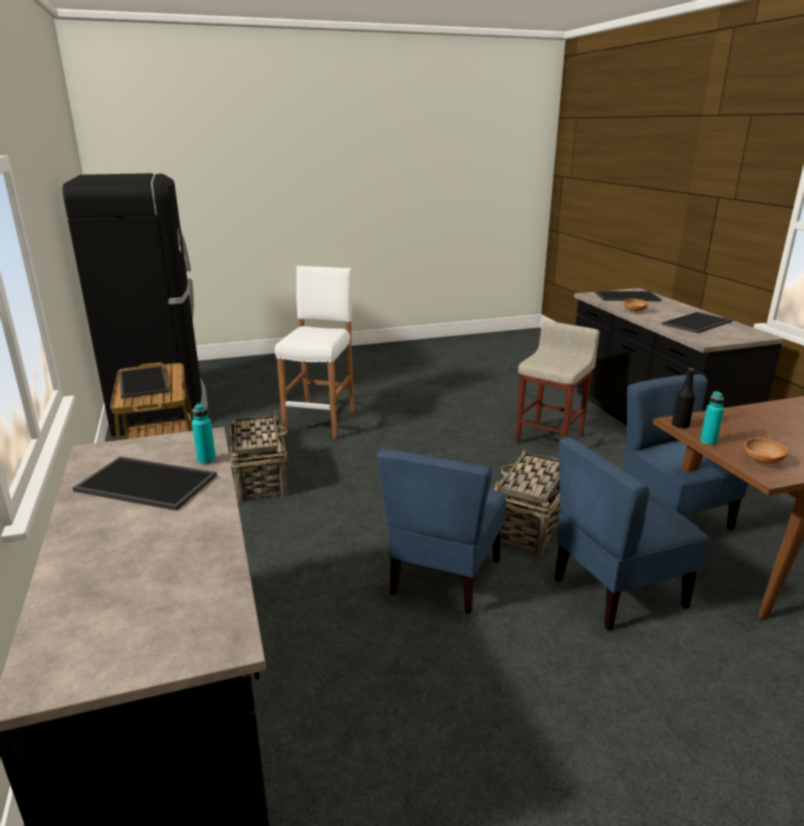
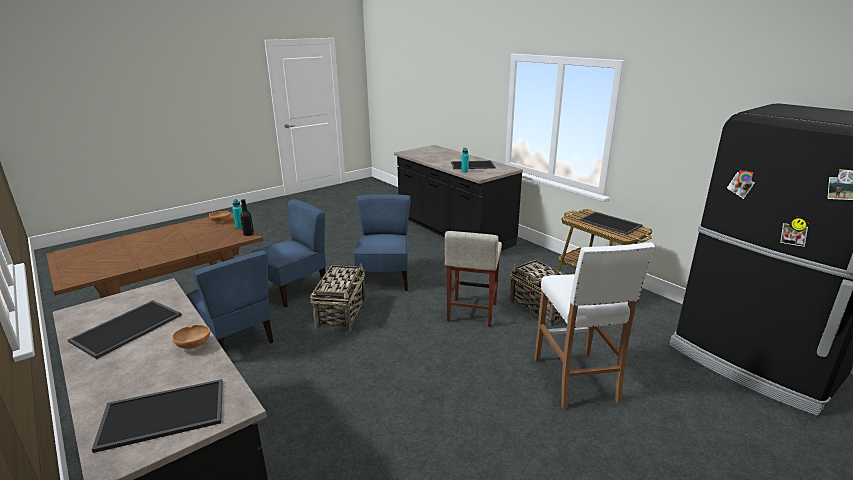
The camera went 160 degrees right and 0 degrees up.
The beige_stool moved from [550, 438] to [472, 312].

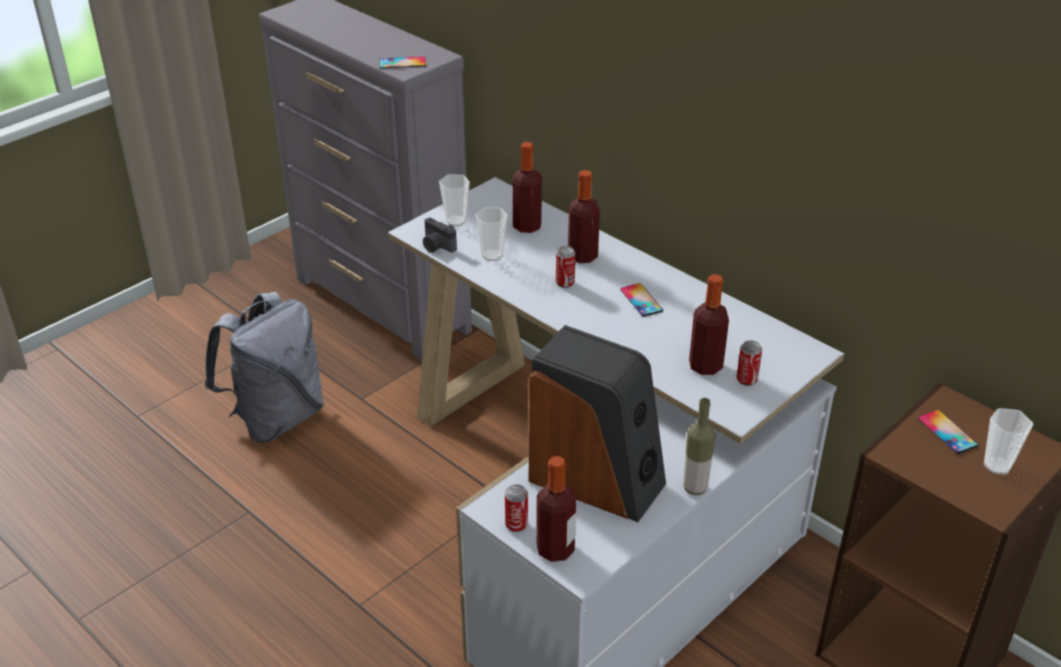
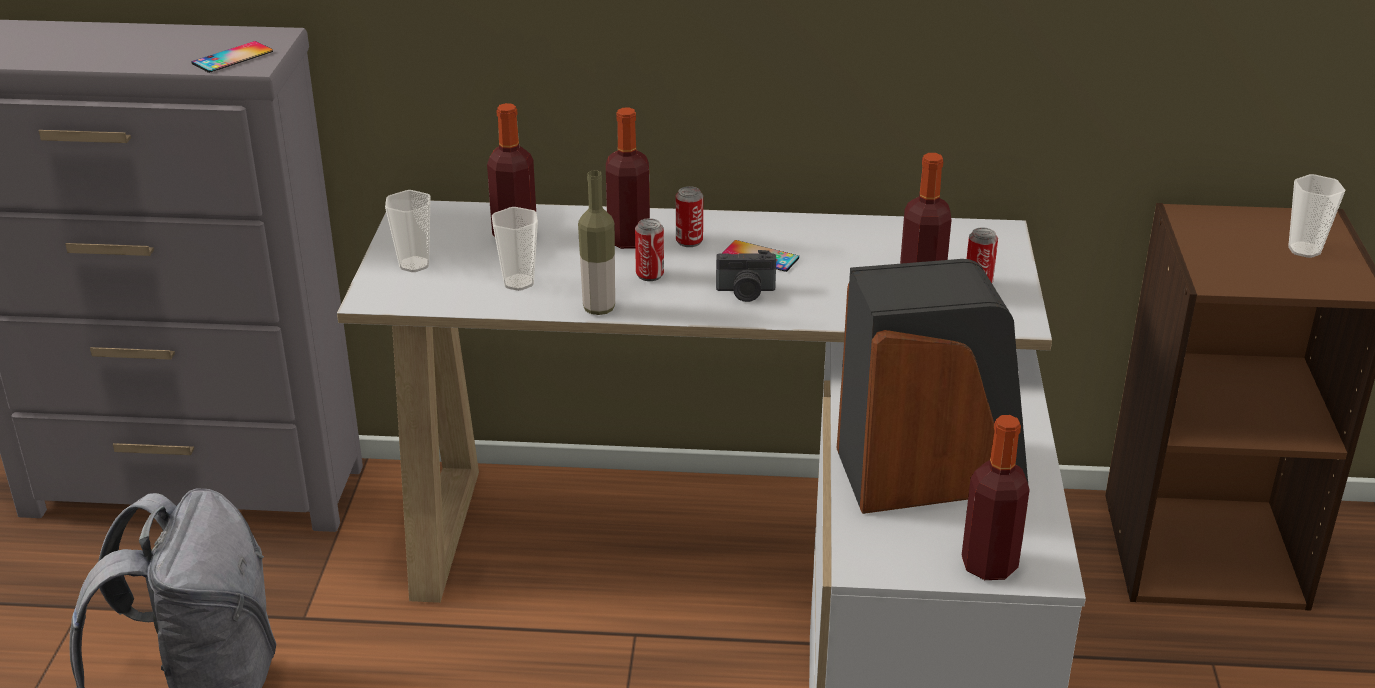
The camera went 40 degrees left and 5 degrees down.
The phone at [947, 432] disappeared.
The photo_camera moved from [437, 247] to [745, 292].
The can moved from [516, 524] to [689, 241].
The bottle moved from [695, 488] to [599, 308].

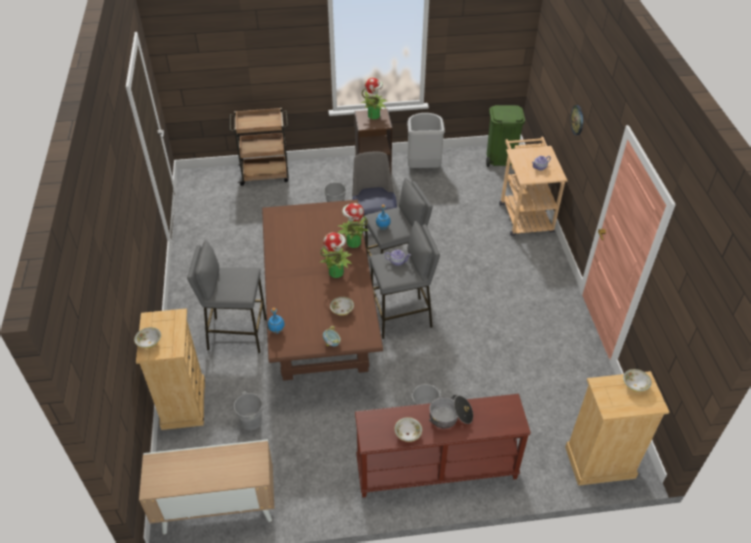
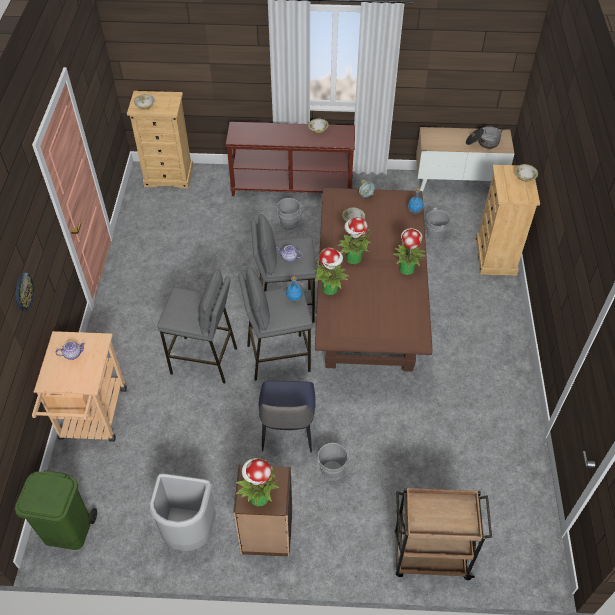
The camera went 170 degrees left and 5 degrees up.
The potted_plant at [406, 268] appeared.
The grey_stool moved from [237, 334] to [204, 360].
The cooking_pot moved from [450, 417] to [483, 142].

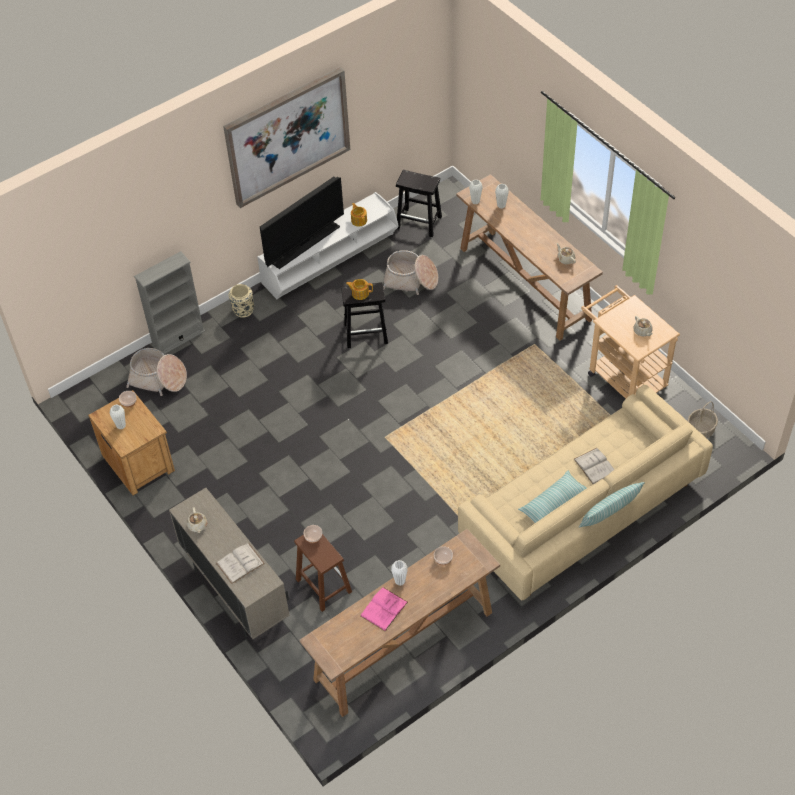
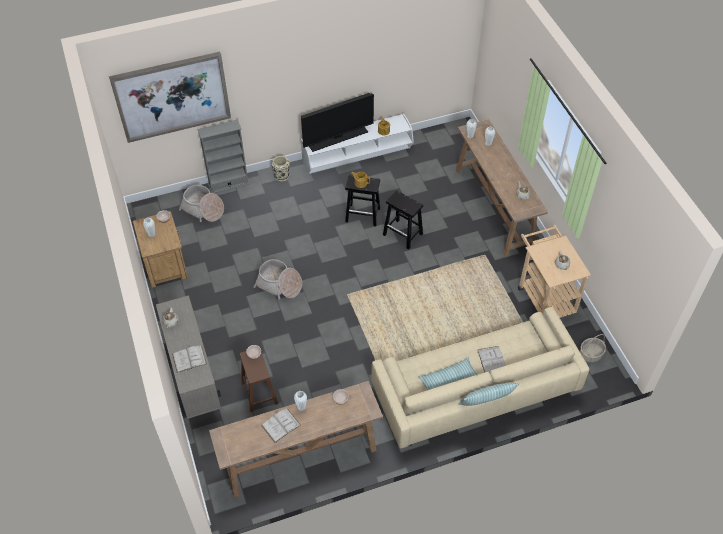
The camera went 15 degrees right and 0 degrees up.
The picture moved from [287, 136] to [172, 96].
The basket moved from [411, 280] to [279, 285].
The black_stool moved from [419, 222] to [403, 234].
The pink_book at [384, 609] became the white_book at [281, 425].

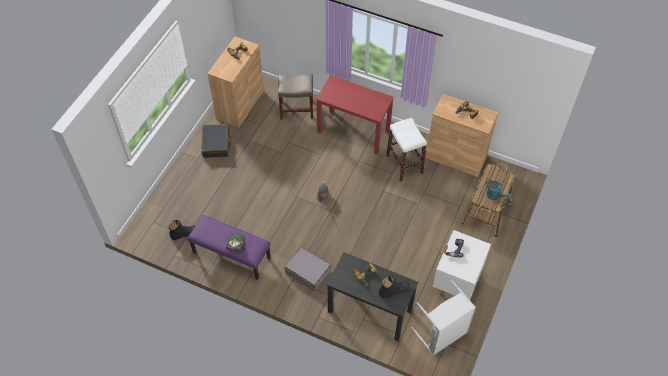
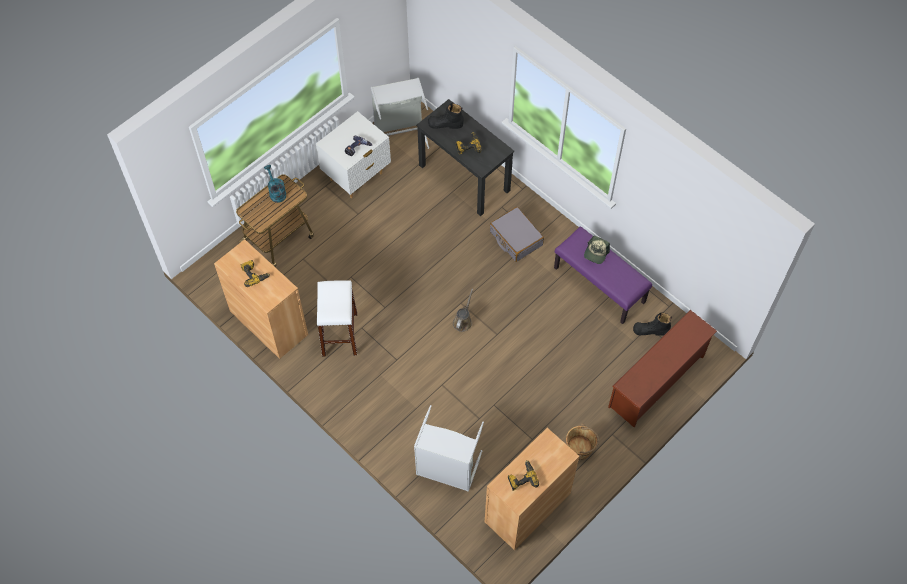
The camera went 160 degrees left and 5 degrees up.
The red_desk at [354, 131] disappeared.
The brown_shoe_rack at [657, 382] appeared.
The black_suitcase at [216, 144] was replaced by the brown_bucket at [580, 448].
The beige_stool at [297, 109] was replaced by the grey_laundry_basket at [447, 469].

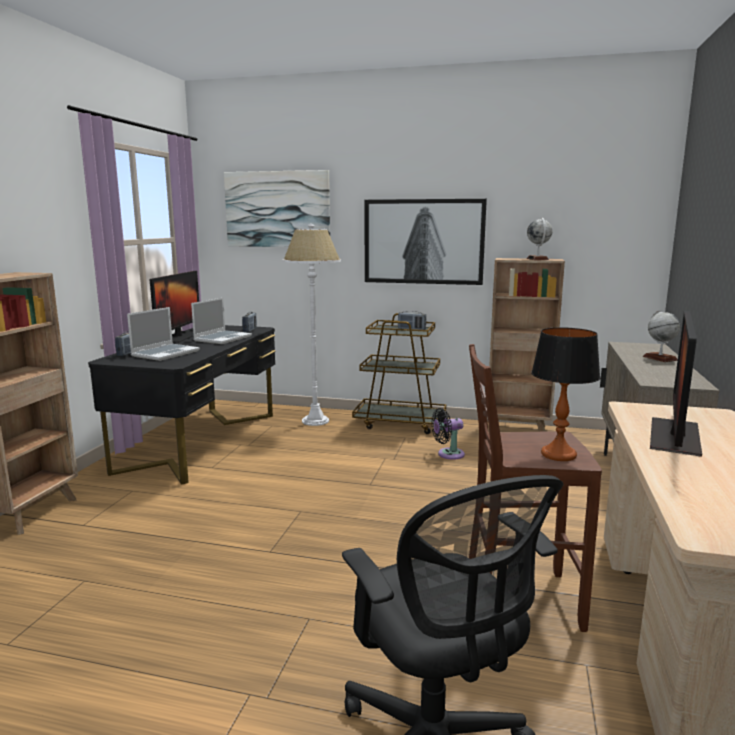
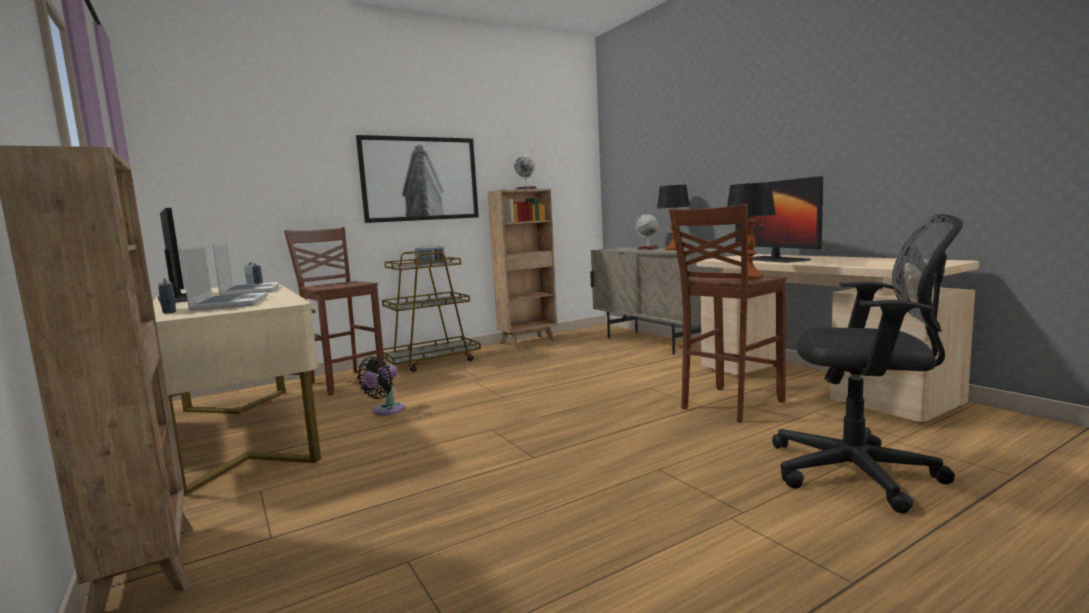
The camera went 45 degrees left and 5 degrees down.
The picture at [277, 209] disappeared.
The table_lamp at [674, 249] appeared.
The black_fan moved from [448, 454] to [385, 411].
The white_floor_lamp at [315, 421] was replaced by the brown_stool at [345, 382].
The black_desk at [201, 441] became the beige_desk at [243, 432].

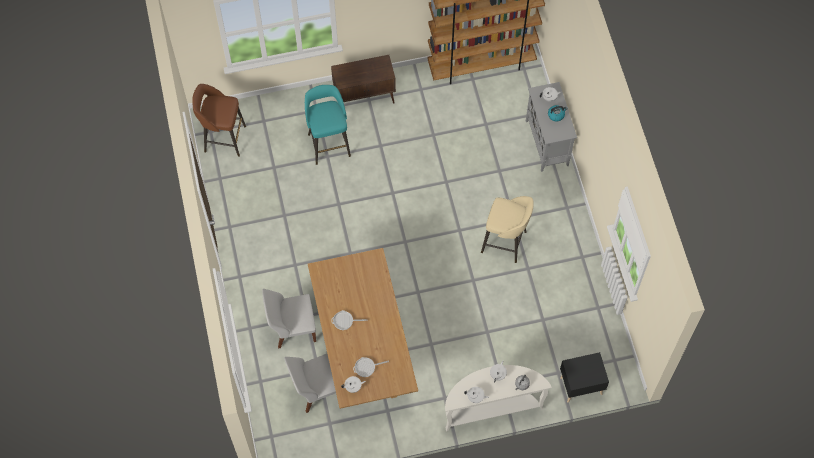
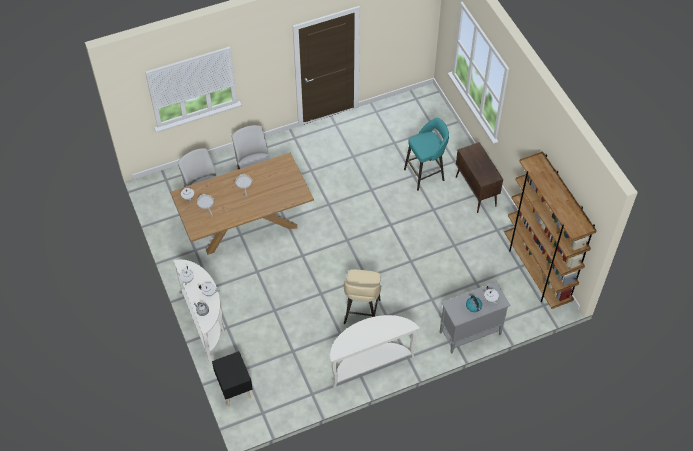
The camera went 80 degrees right and 10 degrees down.
The brown_stool at [223, 138] disappeared.
The white_console_table at [369, 363] appeared.

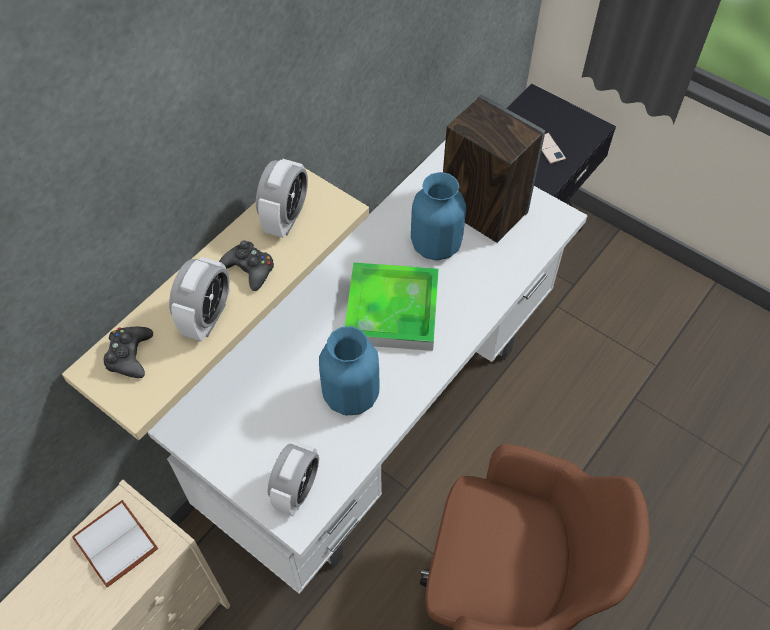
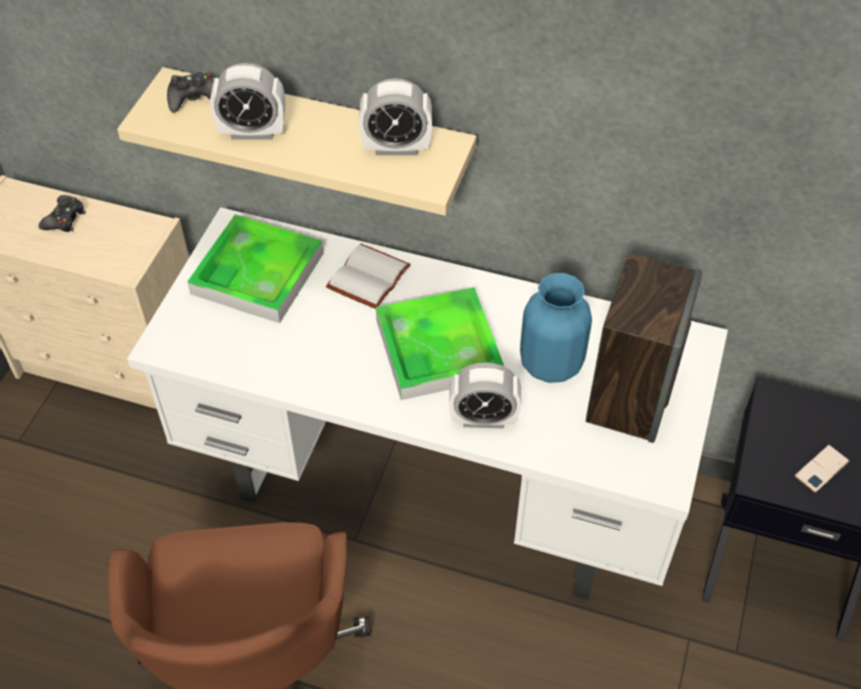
The camera went 70 degrees right and 5 degrees down.
The blue_vase at [351, 394] disappeared.
The tray at [257, 273] appeared.
The white_book moved from [118, 543] to [369, 279].
The black_game_controller moved from [249, 269] to [64, 219].
The alarm_clock moved from [297, 490] to [483, 419].

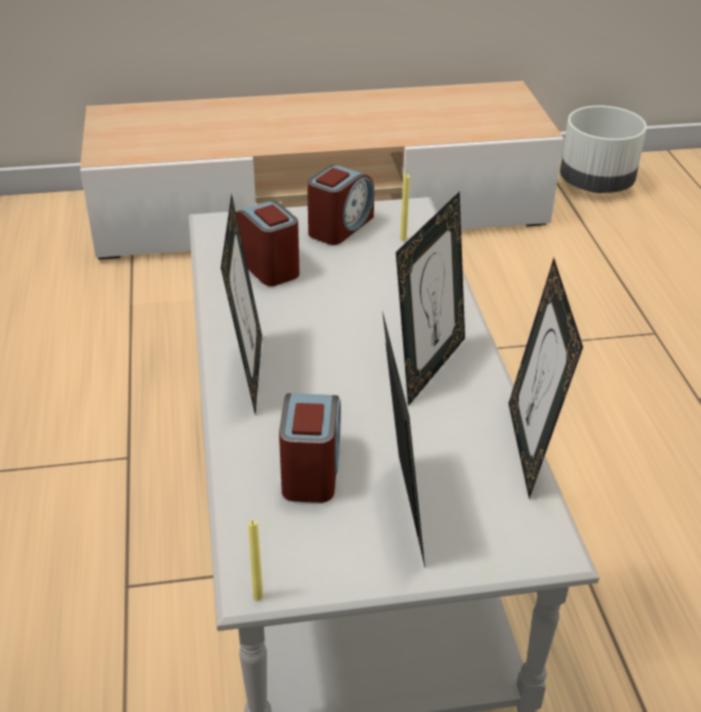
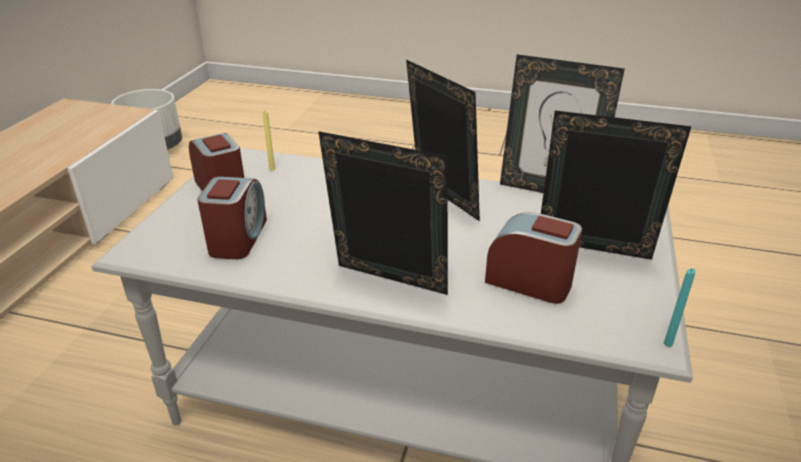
The camera went 65 degrees left and 5 degrees down.
The yellow_candle at [258, 596] became the turquoise_candle at [668, 344].
The alarm_clock at [268, 265] turned 105 degrees clockwise.

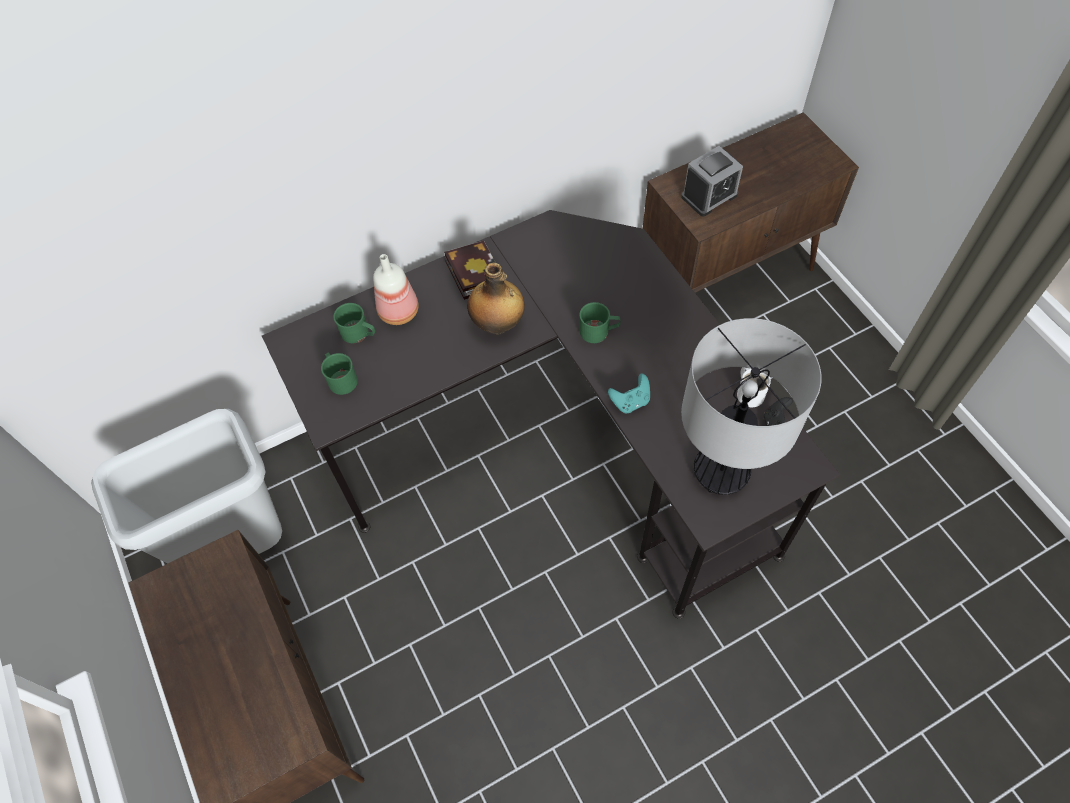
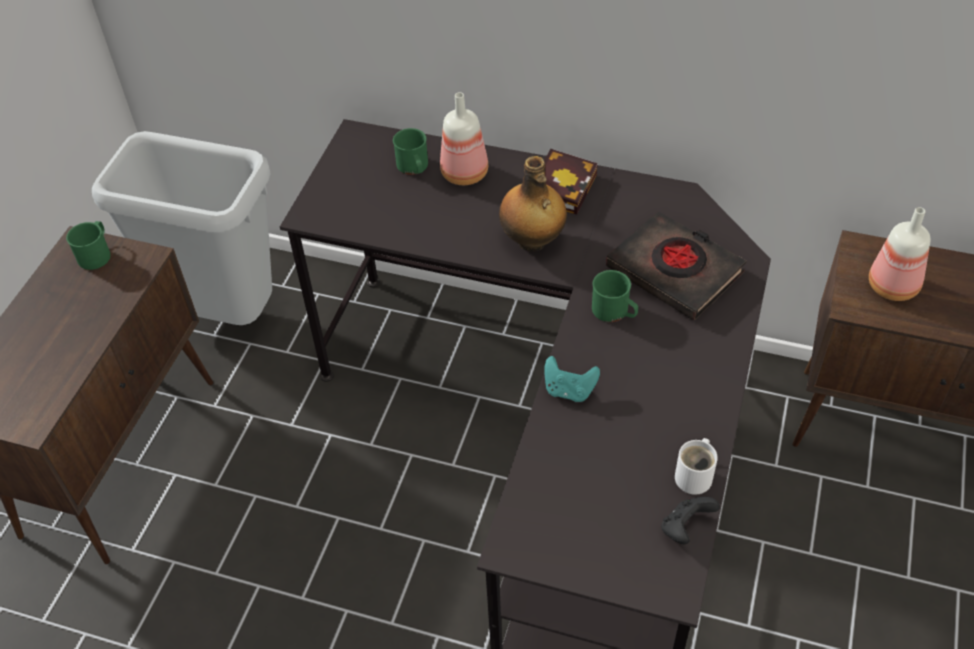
The camera went 45 degrees right and 10 degrees down.
The table_lamp at [720, 473] disappeared.
The black_book at [675, 271] appeared.
The green_mug moved from [340, 378] to [96, 253].
The alarm_clock at [709, 196] was replaced by the bottle at [893, 286].

